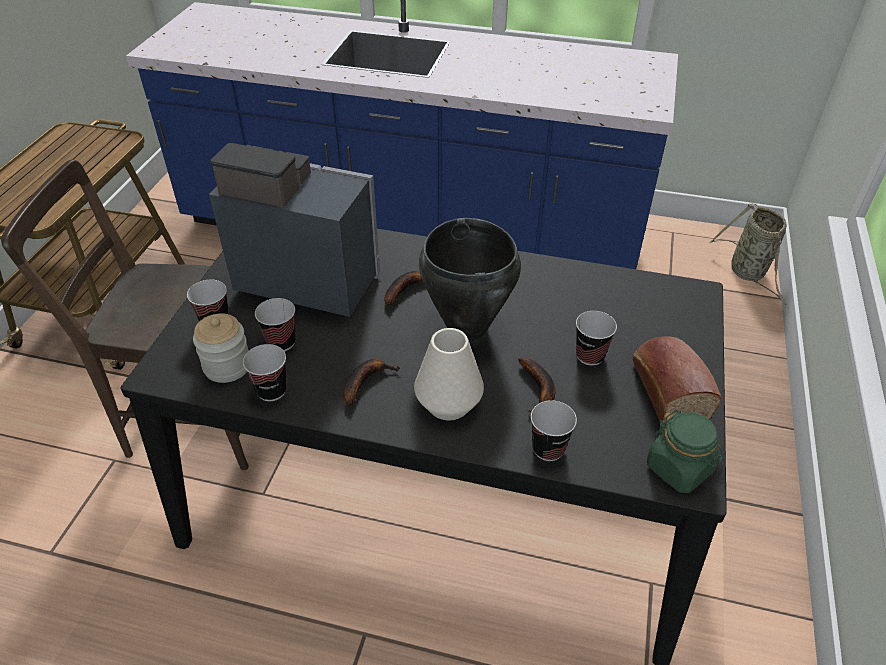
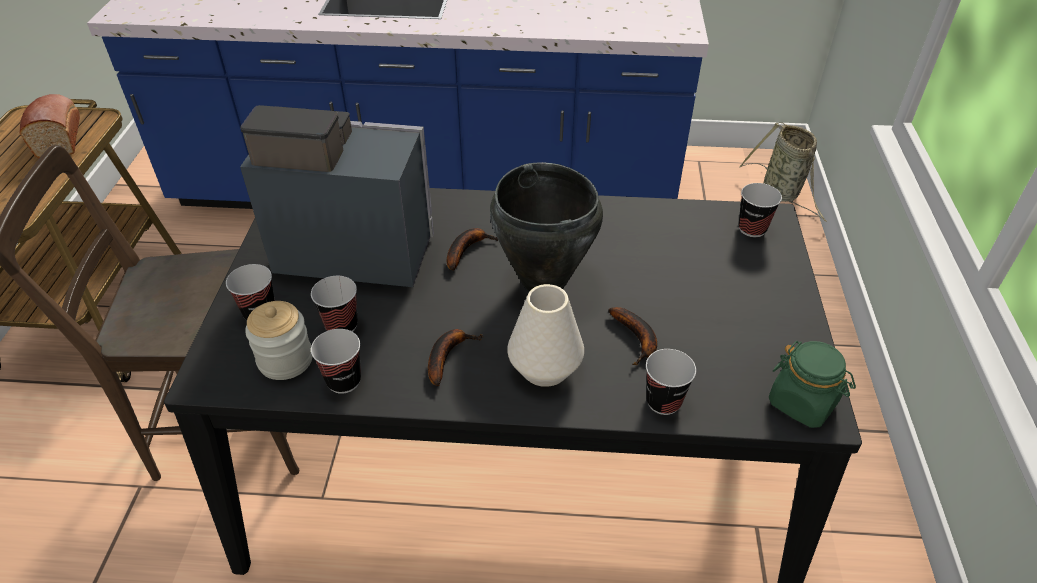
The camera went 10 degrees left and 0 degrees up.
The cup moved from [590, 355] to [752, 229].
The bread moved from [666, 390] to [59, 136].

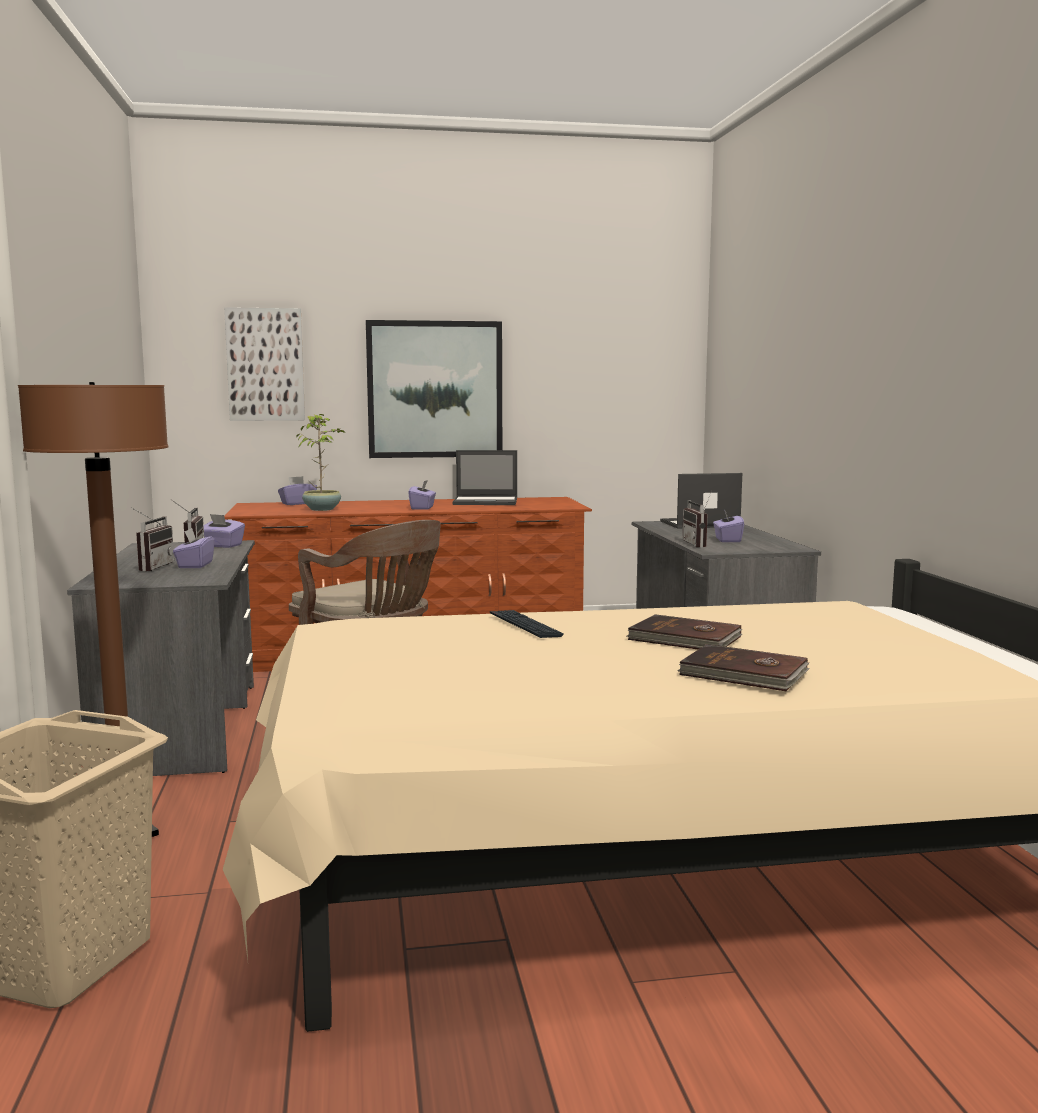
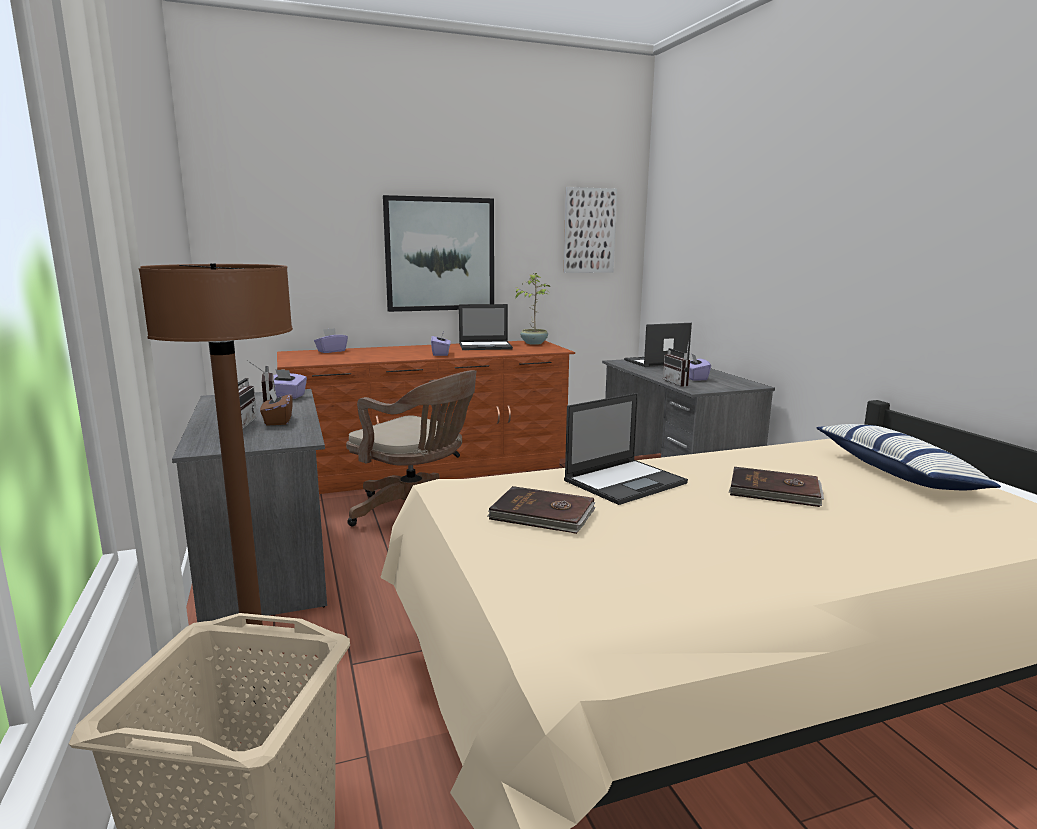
The camera went 10 degrees left and 5 degrees up.
The pillow at [896, 473] appeared.
The picture moved from [265, 364] to [589, 230].
The potted_plant moved from [322, 509] to [534, 343].
The brown_book moved from [744, 674] to [542, 515].
The keyboard at [525, 625] was replaced by the laptop at [626, 481].
The purple_tissue_box at [194, 565] became the brown_tissue_box at [278, 421].

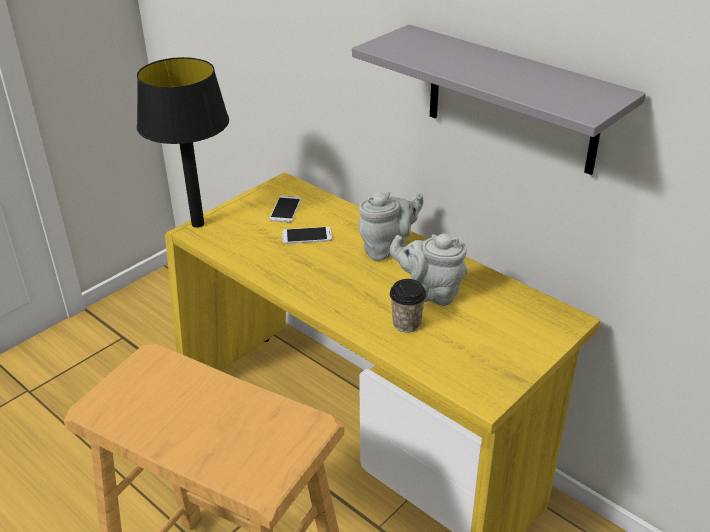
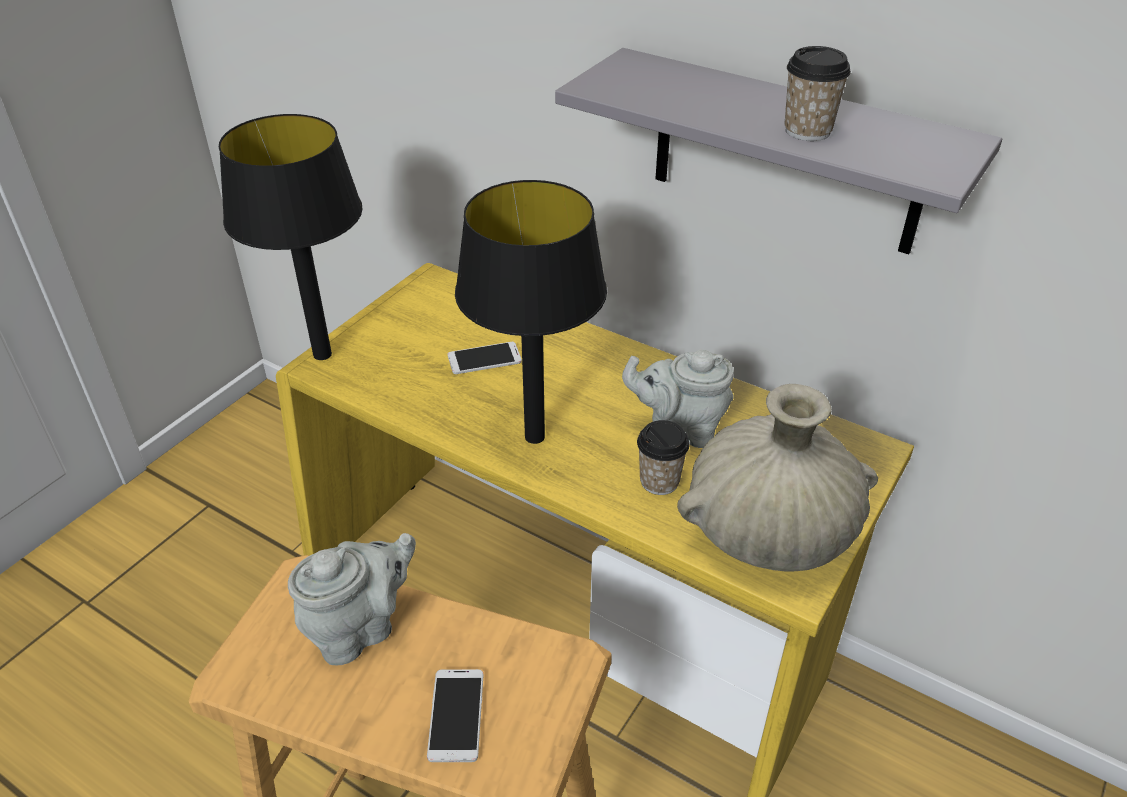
The camera went 10 degrees left and 5 degrees up.
The black_table_lamp at [534, 436] appeared.
The beige_vase at [769, 532] appeared.
The cup at [807, 131] appeared.
The phone moved from [285, 209] to [456, 715].
The grey_teapot moved from [387, 248] to [360, 628].

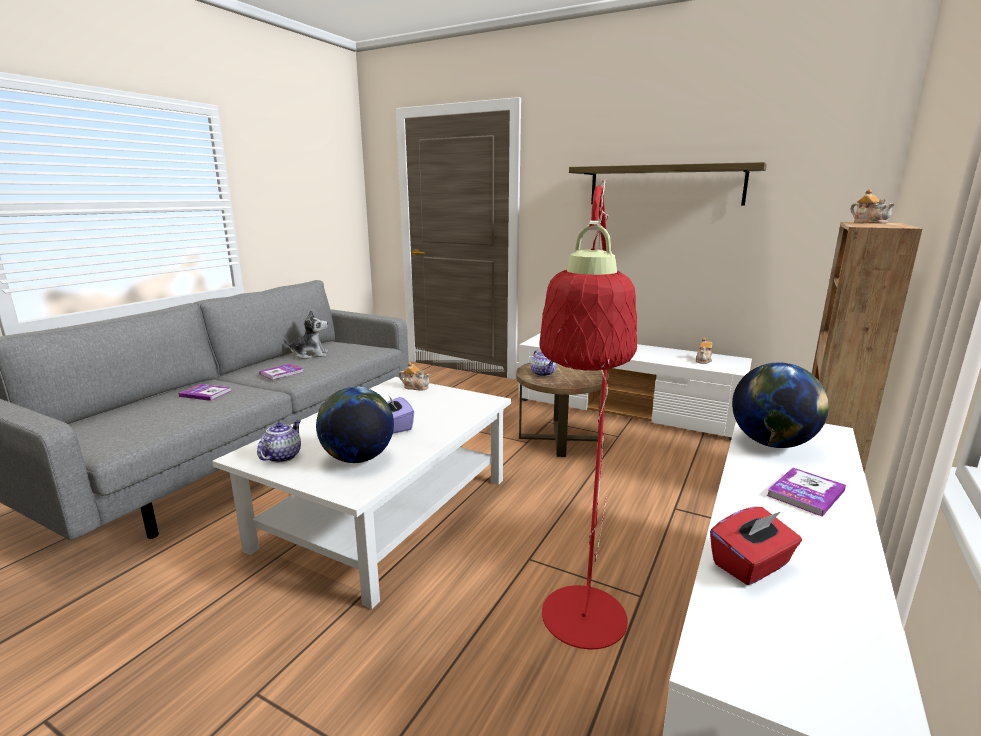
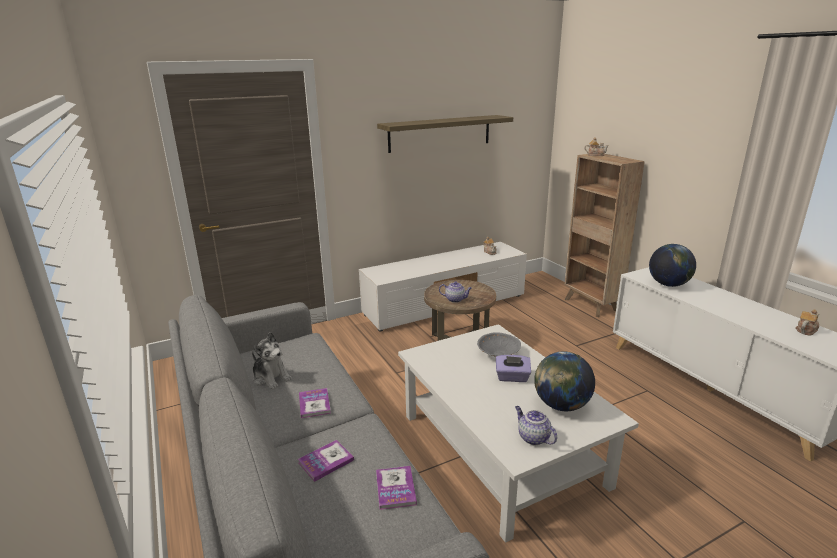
The camera went 55 degrees left and 5 degrees up.
The red_floor_lamp at [581, 633] disappeared.
The red_tissue_box at [751, 565] disappeared.
The grey_bowl at [498, 354] appeared.
The teapot moved from [415, 387] to [806, 330].
The book moved from [805, 493] to [395, 488].
The plush_toy at [310, 355] turned 105 degrees clockwise.

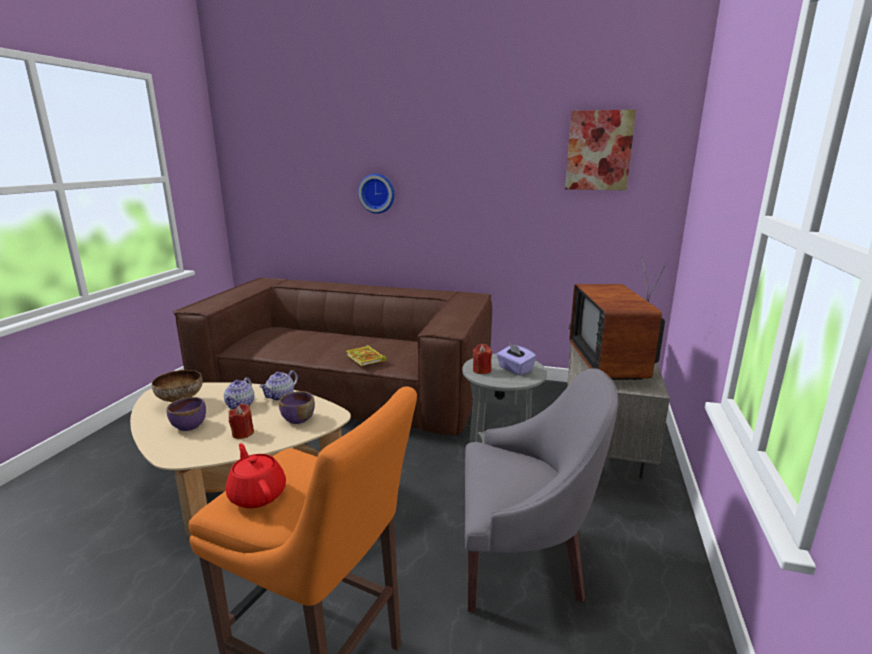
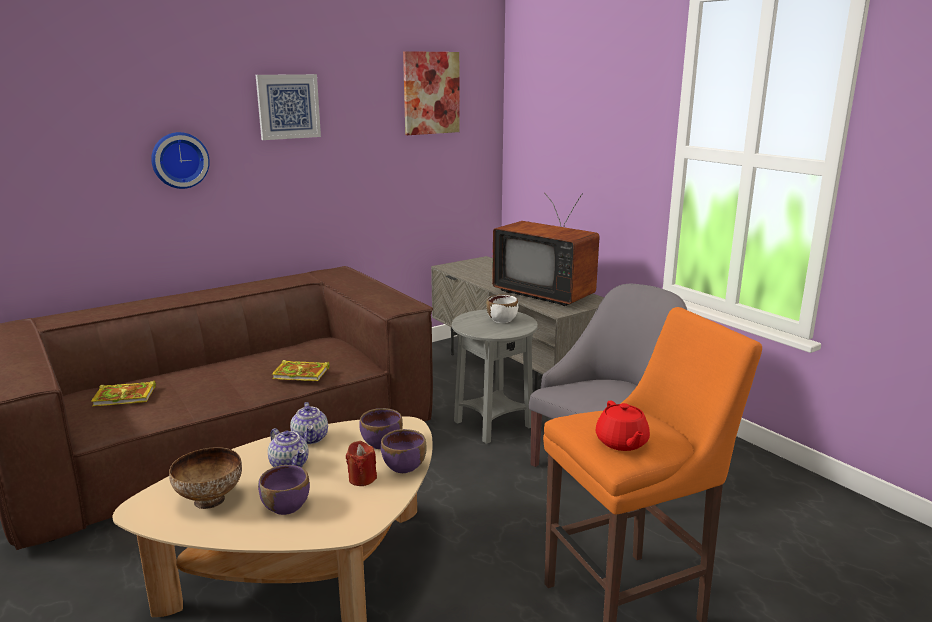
The camera went 50 degrees left and 0 degrees up.
The red_candle at [482, 370] disappeared.
The book at [126, 396] appeared.
The picture at [288, 106] appeared.
The purple_bowl at [404, 466] appeared.
The purple_tissue_box at [515, 369] was replaced by the white_bowl at [502, 320].
The red_teapot at [257, 494] turned 105 degrees counterclockwise.

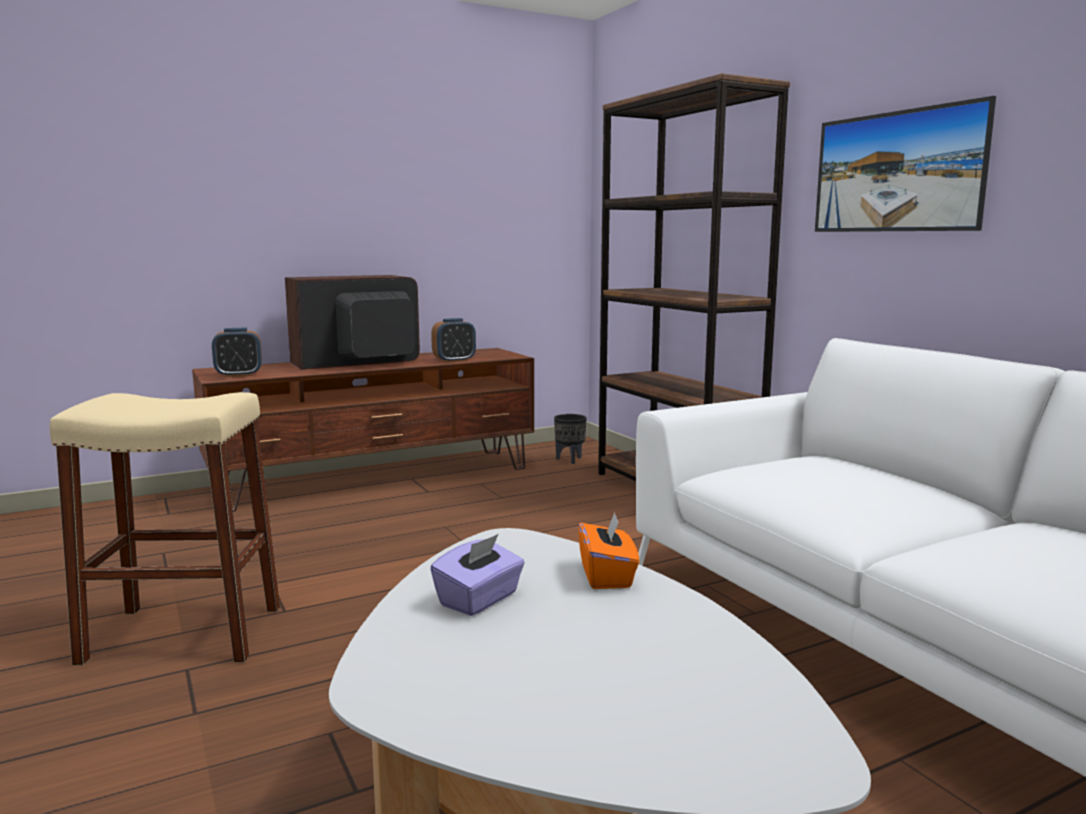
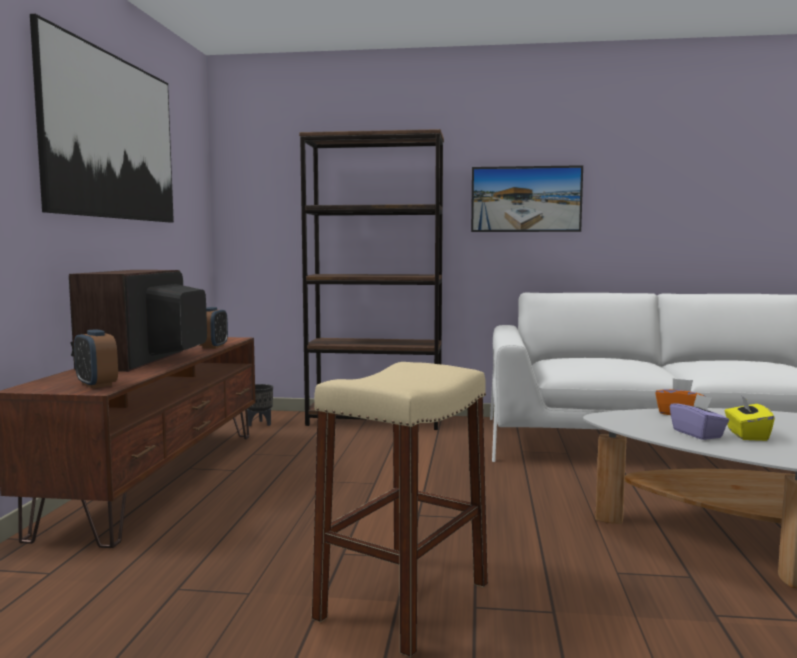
The camera went 55 degrees left and 5 degrees down.
The picture at [112, 137] appeared.
The yellow_tissue_box at [746, 435] appeared.
The alarm_clock at [239, 375] turned 120 degrees clockwise.

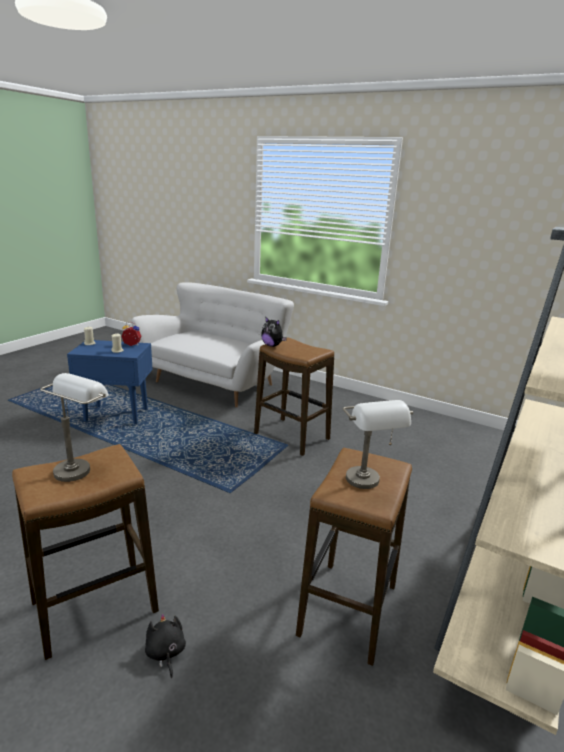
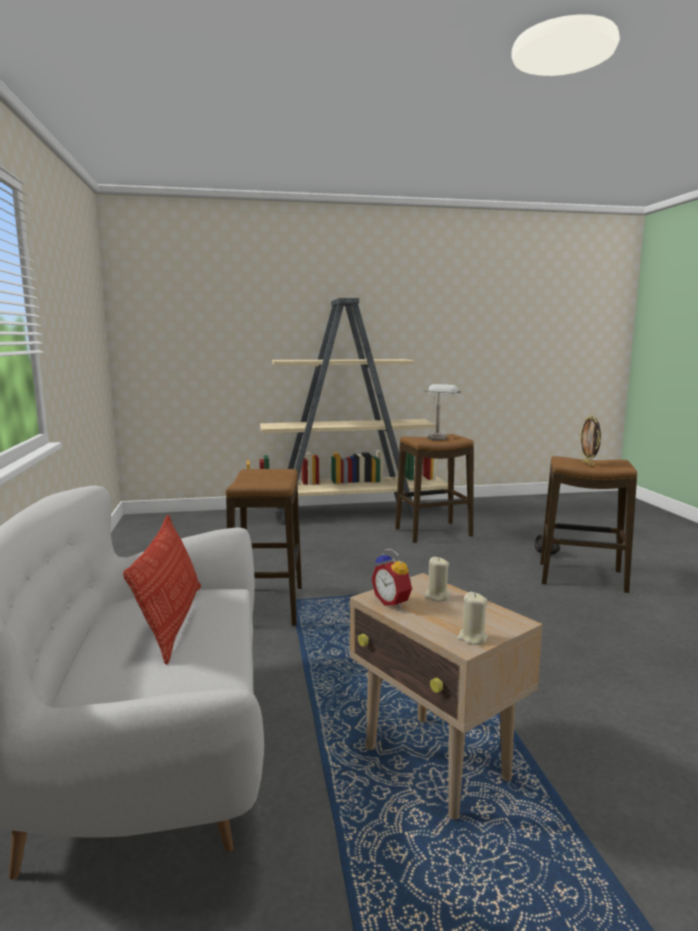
The camera went 130 degrees left and 10 degrees down.
The plush_toy at [272, 345] disappeared.
The pillow at [172, 621] appeared.
The grey_table_lamp at [80, 466] was replaced by the picture_frame at [588, 464].
The blue_side_table at [116, 415] became the beige_side_table at [436, 764].

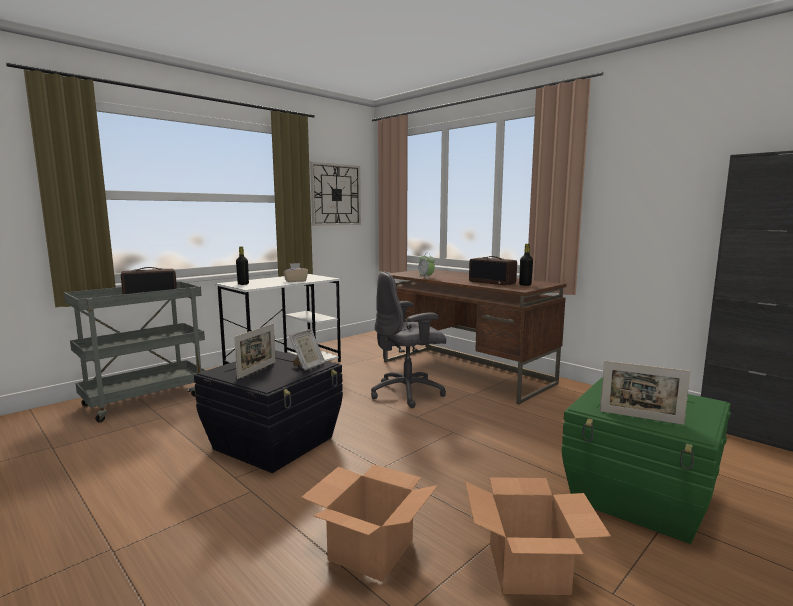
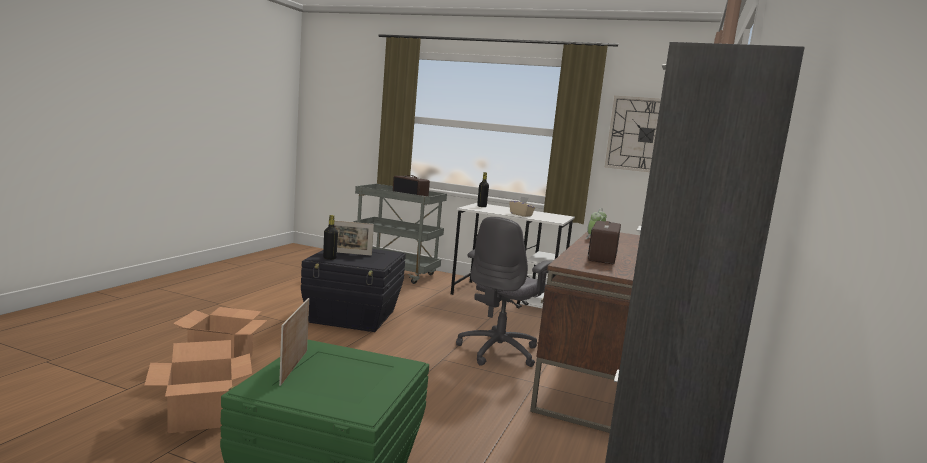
The camera went 65 degrees right and 0 degrees up.
The picture_frame at [307, 366] disappeared.
The black_bottle moved from [525, 285] to [329, 258].
The grey_office_chair at [408, 393] turned 105 degrees counterclockwise.

